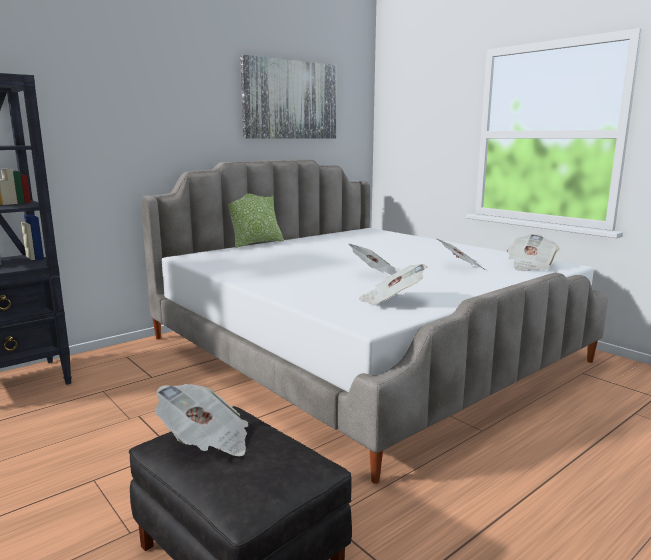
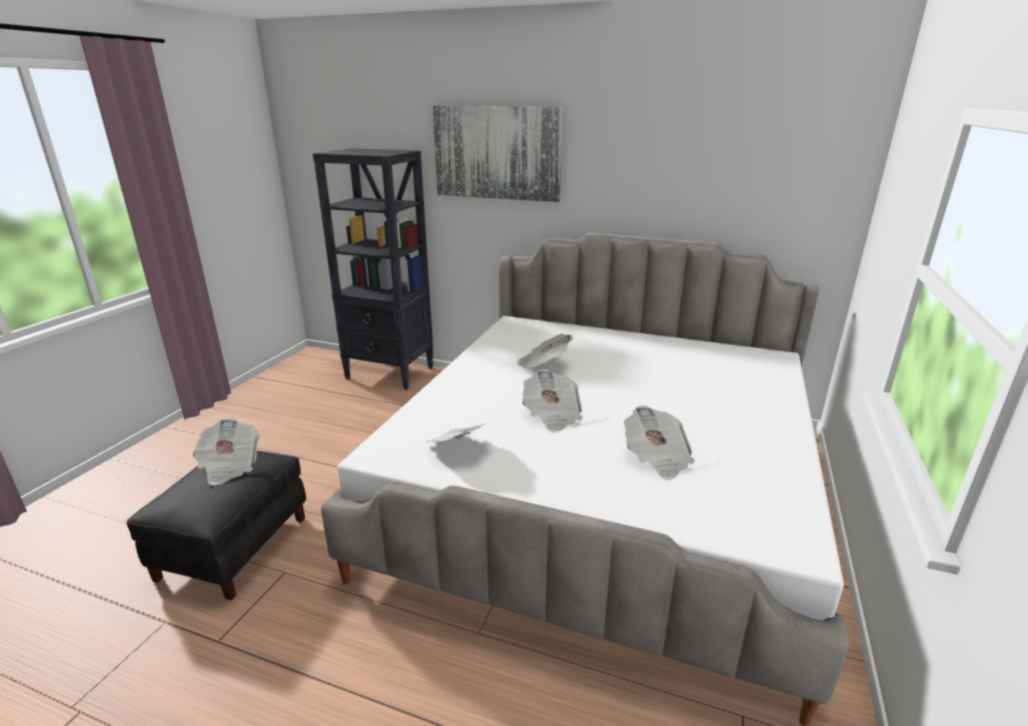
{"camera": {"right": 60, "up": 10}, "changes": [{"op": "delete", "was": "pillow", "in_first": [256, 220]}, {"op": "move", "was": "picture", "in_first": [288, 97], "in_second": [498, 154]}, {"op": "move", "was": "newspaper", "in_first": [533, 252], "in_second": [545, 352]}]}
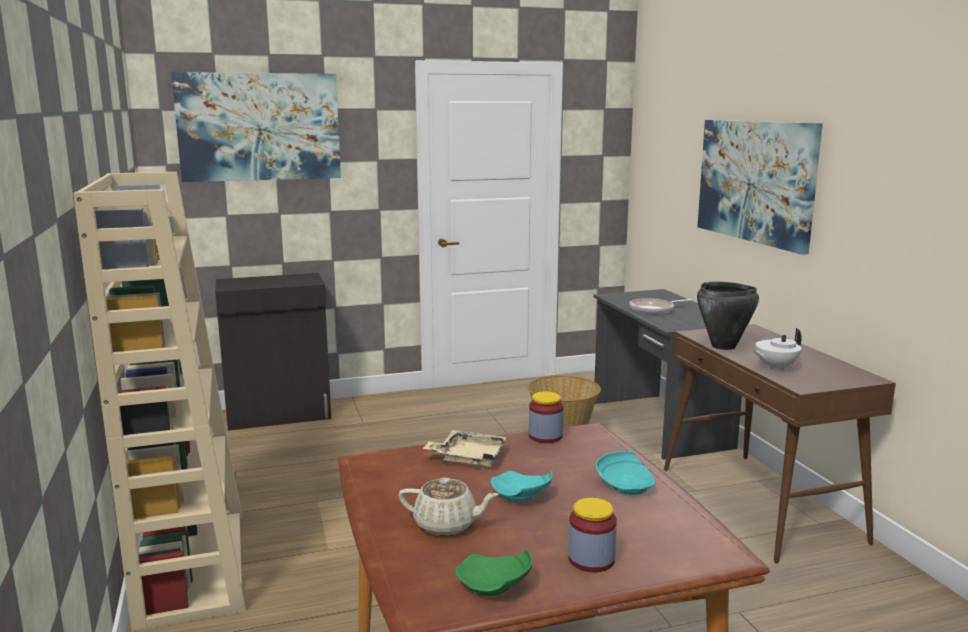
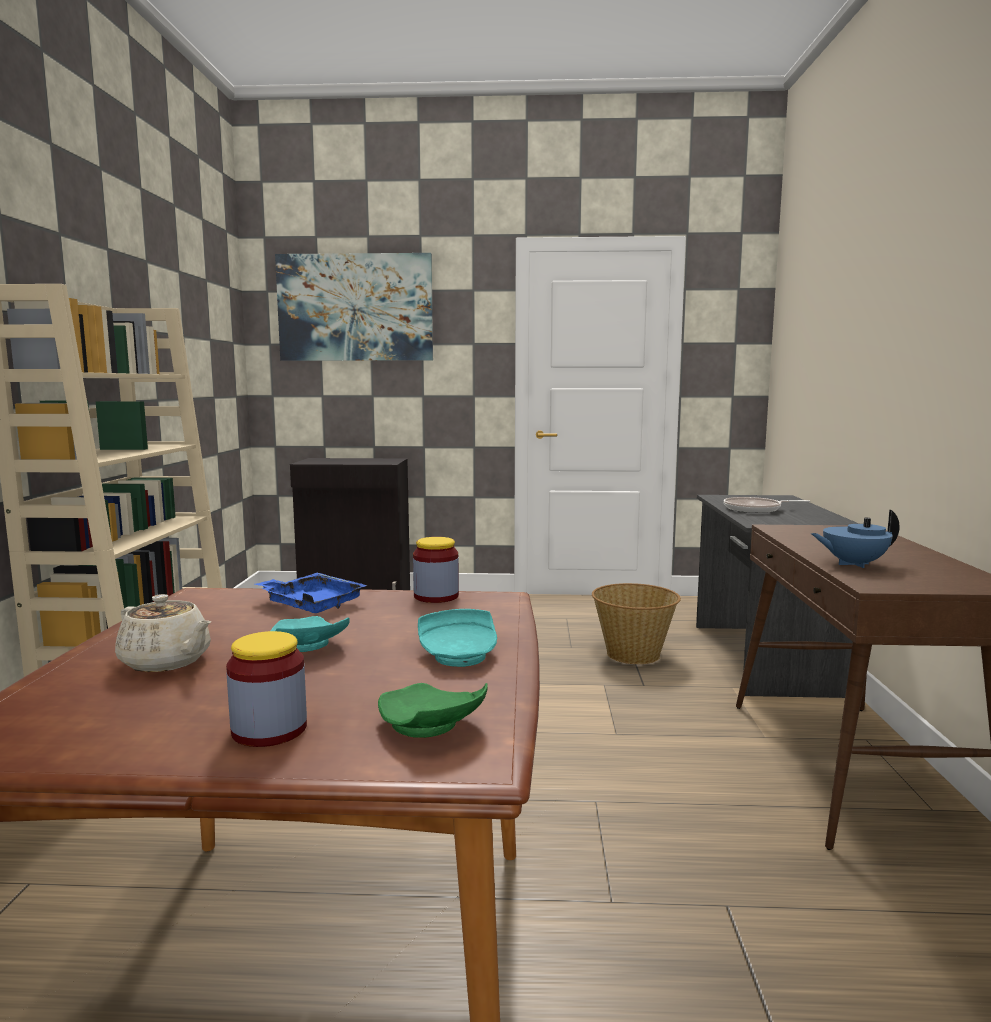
{"camera": {"right": 20, "up": -5}, "changes": [{"op": "recolor", "was": "beige tray", "now": "blue tray", "in_first": [465, 448], "in_second": [311, 593]}, {"op": "move", "was": "green plate", "in_first": [493, 573], "in_second": [433, 710]}, {"op": "delete", "was": "picture", "in_first": [760, 187]}, {"op": "delete", "was": "black cooking pot", "in_first": [728, 315]}, {"op": "recolor", "was": "white teapot", "now": "blue teapot", "in_first": [777, 349], "in_second": [855, 538]}]}
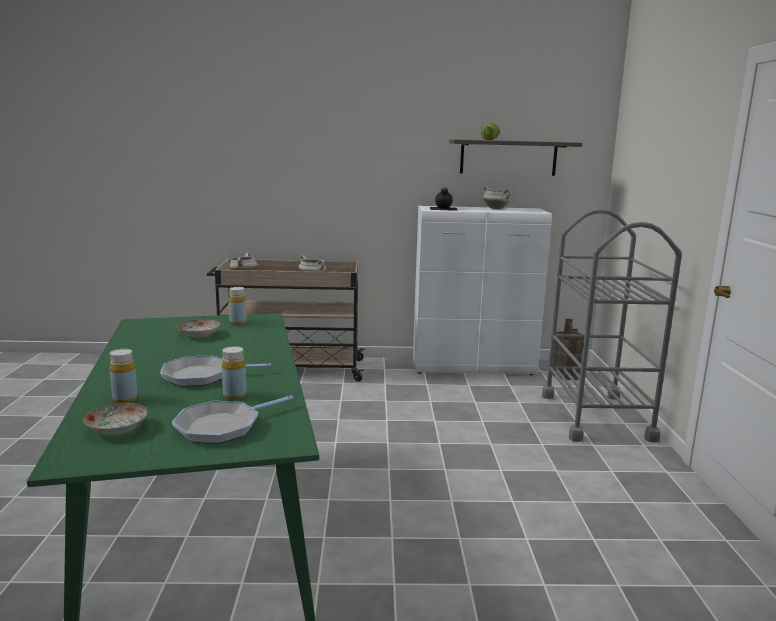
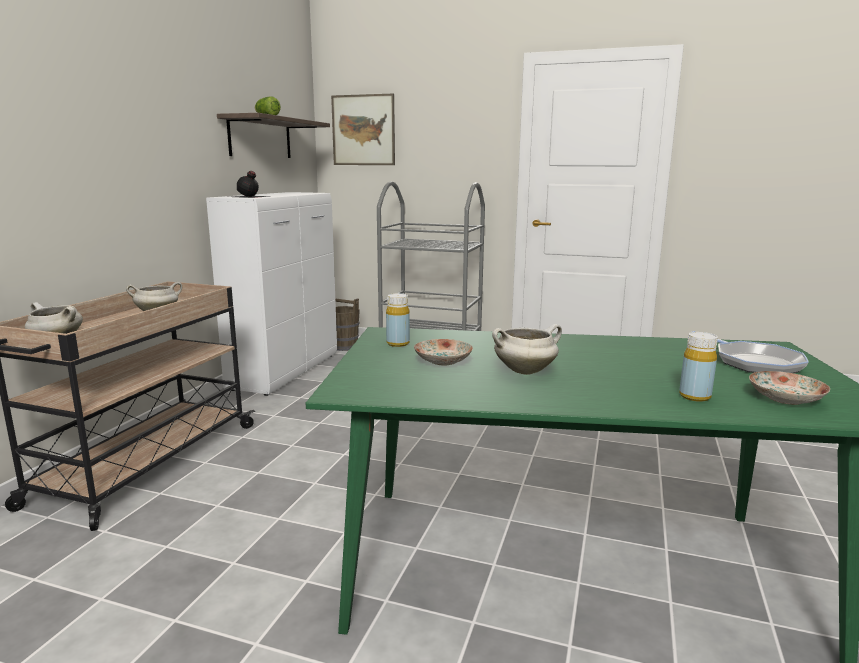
{"camera": {"right": -70, "up": 0}, "changes": [{"op": "delete", "was": "frying pan", "in_first": [215, 371]}, {"op": "delete", "was": "yellow bottle", "in_first": [234, 373]}, {"op": "move", "was": "white cooking pot", "in_first": [497, 198], "in_second": [527, 349]}, {"op": "insert", "now": "picture", "in_second": [363, 129]}]}
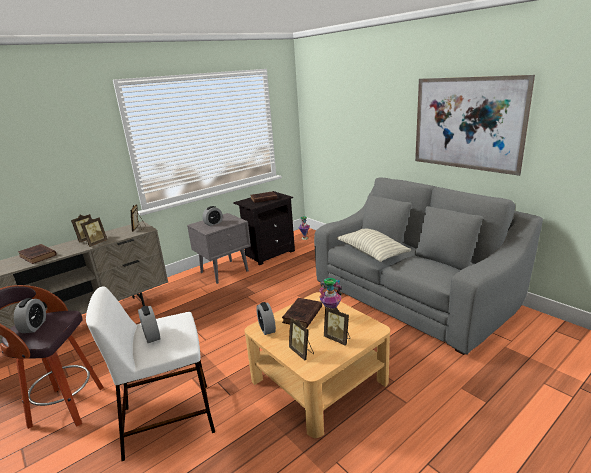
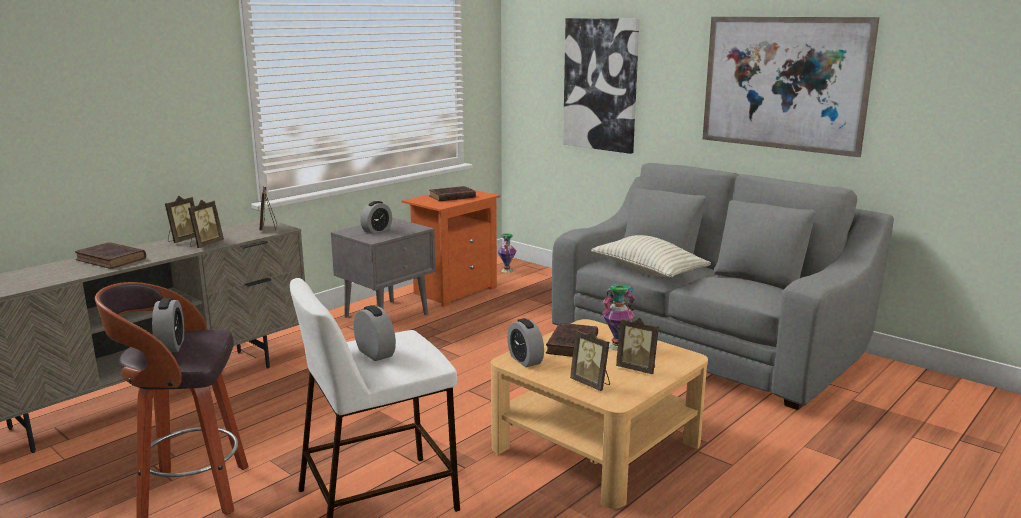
{"camera": {"right": -10, "up": -5}, "changes": [{"op": "recolor", "was": "black nightstand", "now": "orange nightstand", "in_first": [264, 228], "in_second": [451, 248]}, {"op": "insert", "now": "picture", "in_second": [601, 86]}]}
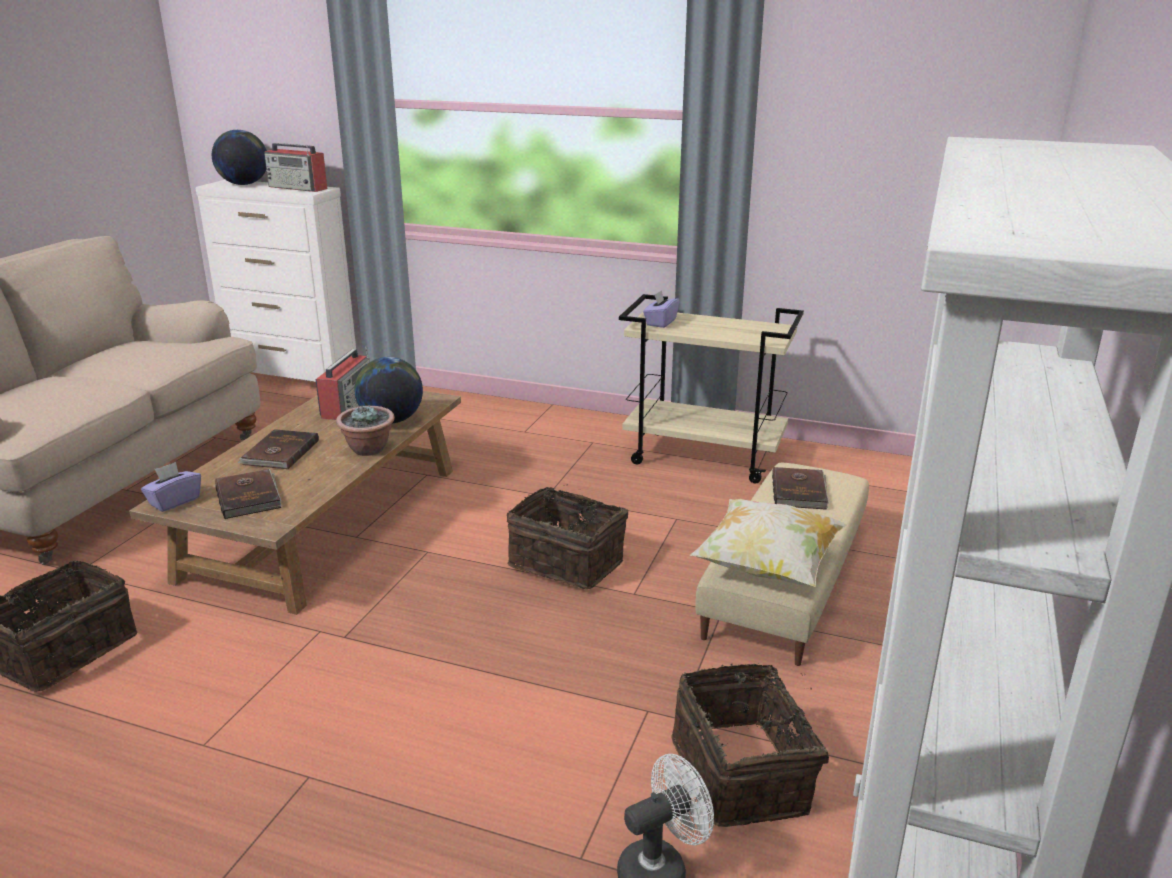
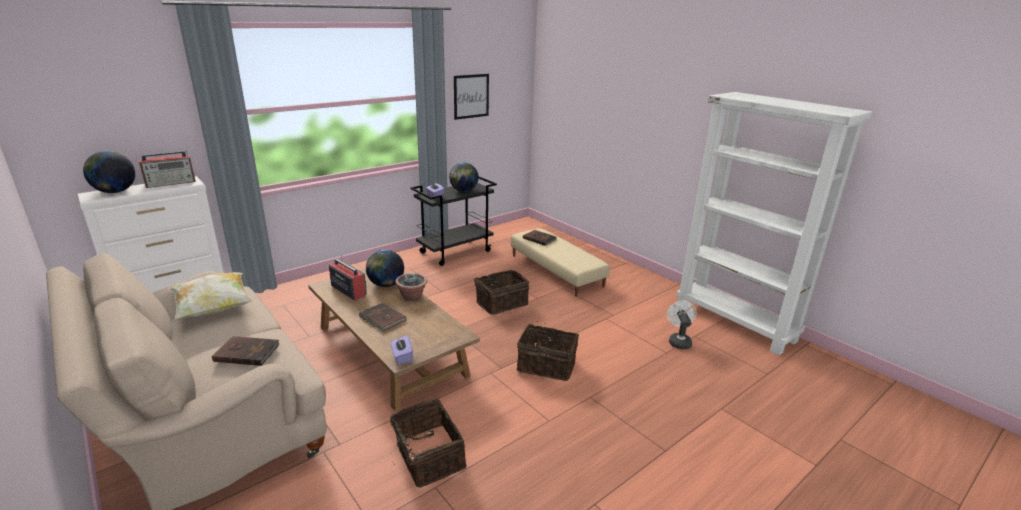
{"camera": {"right": -60, "up": 0}, "changes": [{"op": "move", "was": "brown book", "in_first": [248, 494], "in_second": [246, 351]}, {"op": "recolor", "was": "beige cart", "now": "black cart", "in_first": [711, 388], "in_second": [453, 221]}, {"op": "move", "was": "basket", "in_first": [750, 745], "in_second": [547, 351]}, {"op": "move", "was": "pillow", "in_first": [768, 543], "in_second": [211, 295]}, {"op": "insert", "now": "globe", "in_second": [464, 177]}, {"op": "insert", "now": "picture", "in_second": [471, 97]}]}
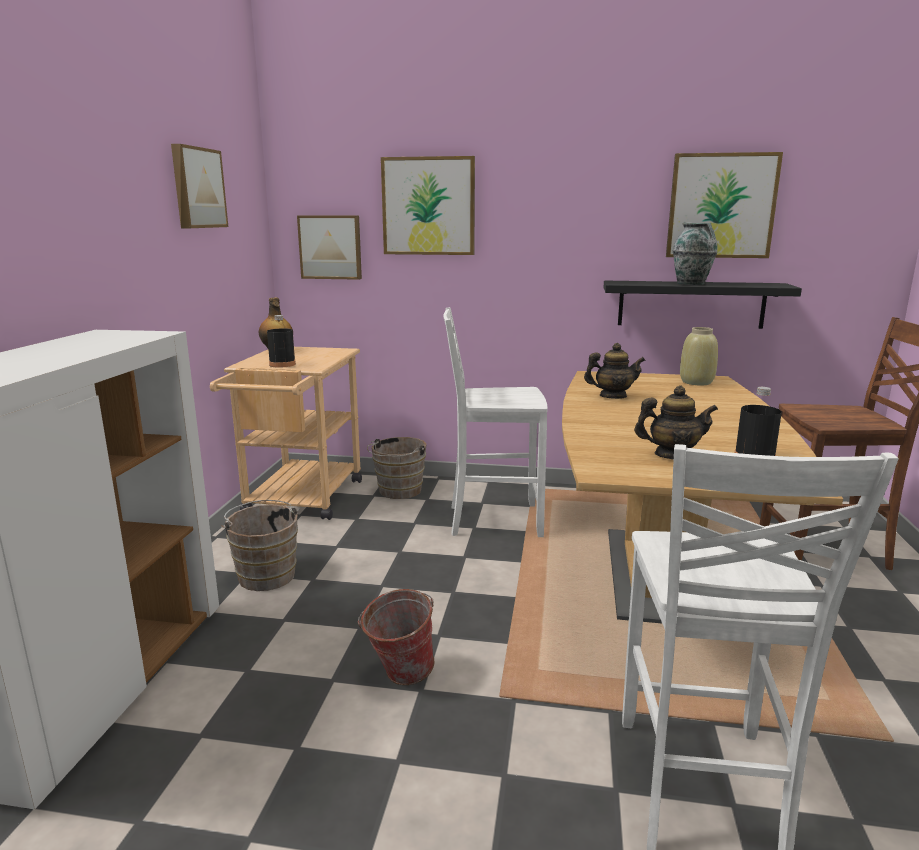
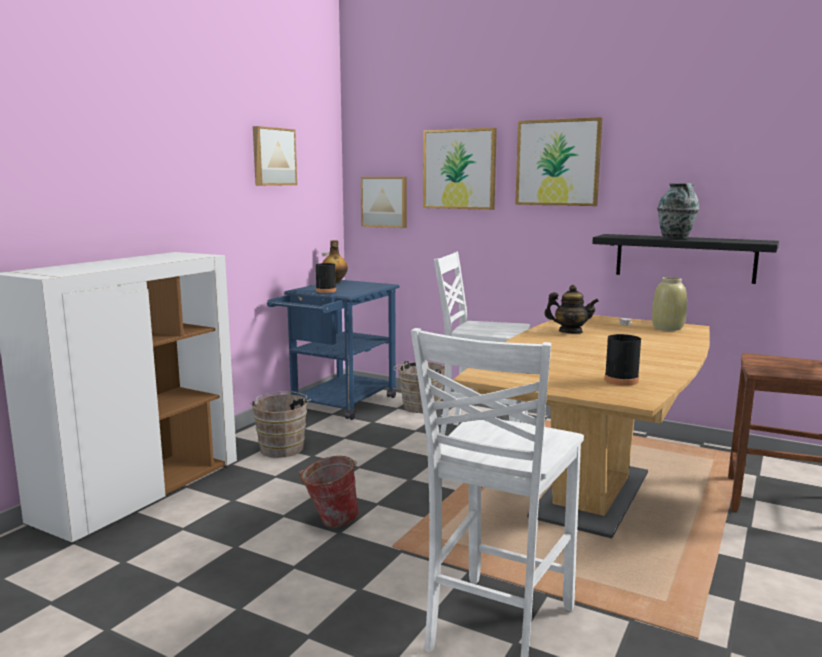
{"camera": {"right": 20, "up": -5}, "changes": [{"op": "recolor", "was": "beige cart", "now": "blue cart", "in_first": [286, 433], "in_second": [333, 350]}, {"op": "delete", "was": "teapot", "in_first": [676, 422]}, {"op": "move", "was": "picture", "in_first": [724, 205], "in_second": [559, 161]}]}
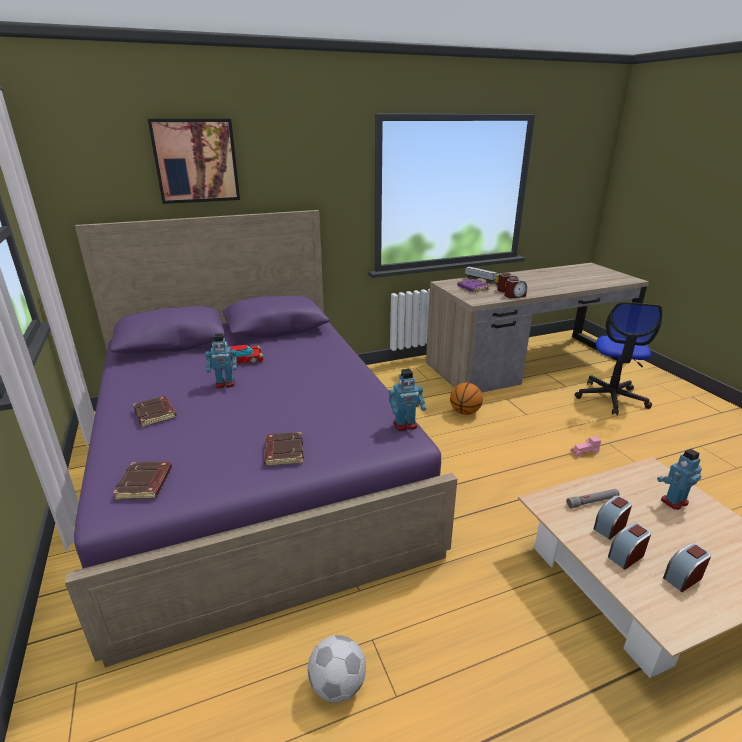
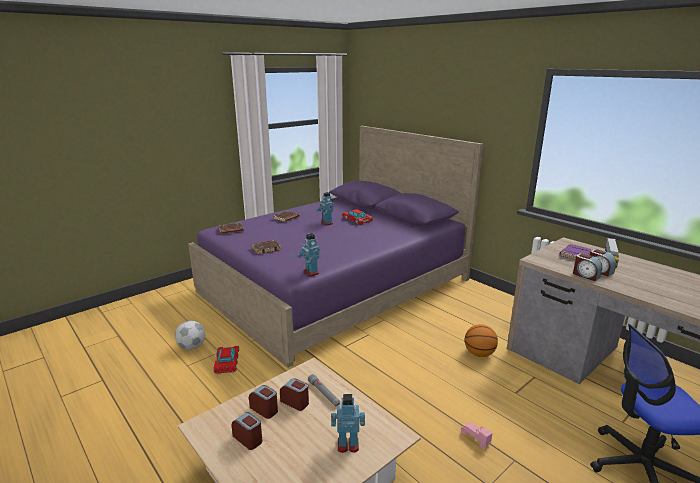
{"camera": {"right": 70, "up": -5}, "changes": [{"op": "delete", "was": "picture", "in_first": [194, 161]}, {"op": "rotate", "was": "toy robot", "in_first": [679, 479], "in_second": [348, 423], "clockwise": -45}, {"op": "insert", "now": "toy car", "in_second": [226, 360]}]}
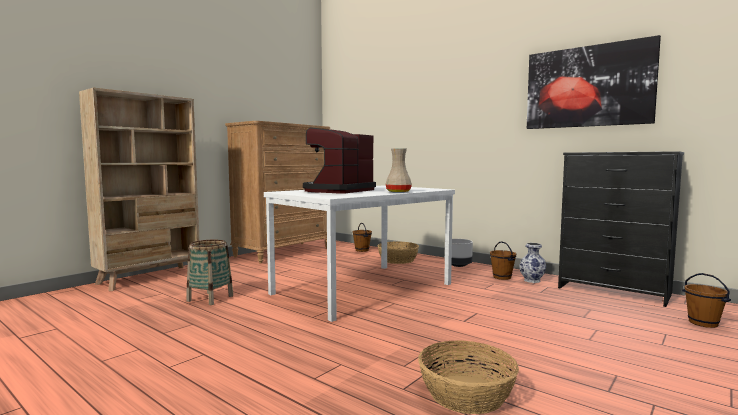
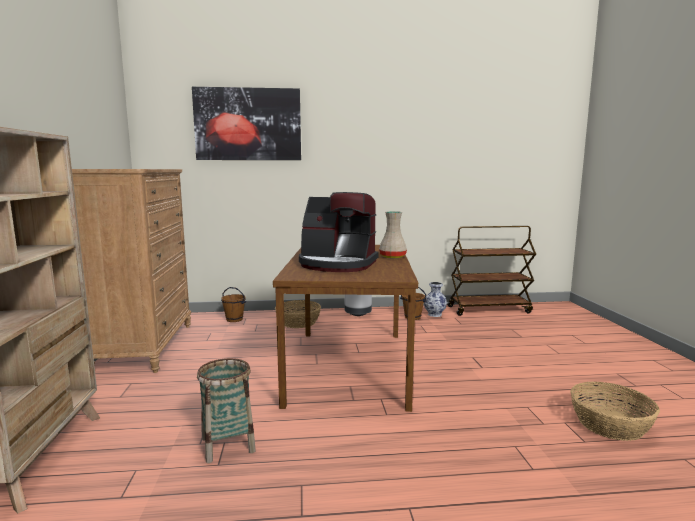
{"camera": {"right": -45, "up": 5}, "changes": [{"op": "recolor", "was": "white dining table", "now": "brown dining table", "in_first": [359, 253], "in_second": [345, 328]}, {"op": "rotate", "was": "coffee machine", "in_first": [339, 161], "in_second": [338, 232], "clockwise": -60}, {"op": "move", "was": "picture", "in_first": [594, 82], "in_second": [246, 123]}, {"op": "replace", "was": "black dresser", "now": "brown cart", "in_first": [621, 229], "in_second": [491, 271]}, {"op": "delete", "was": "brown bucket", "in_first": [706, 300]}]}
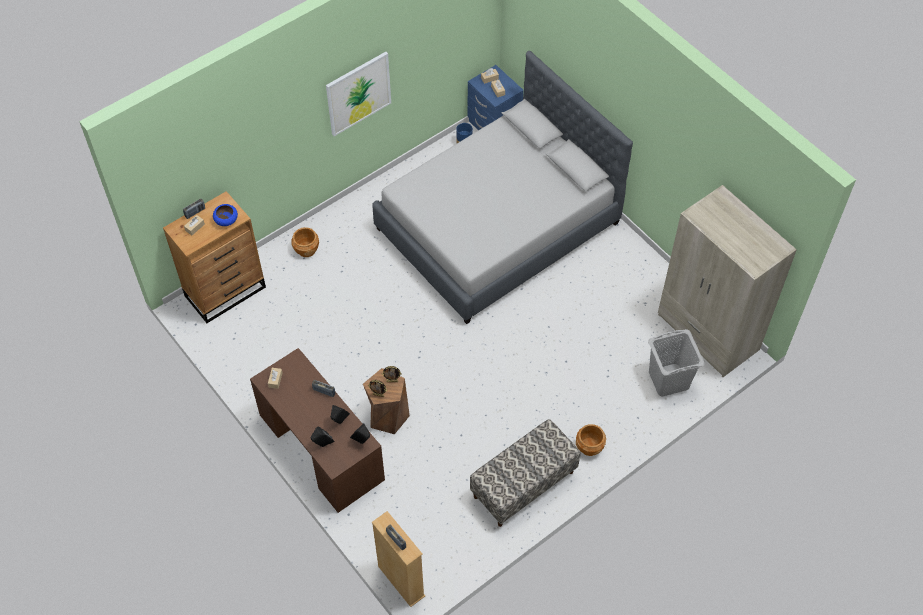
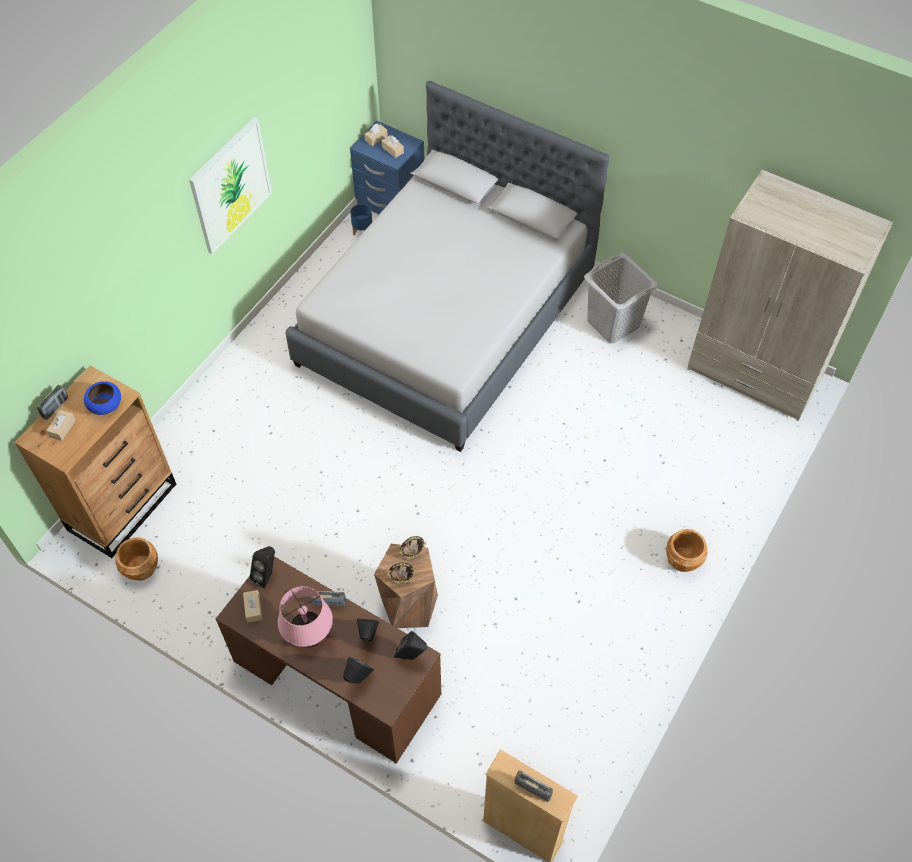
{"camera": {"right": -20, "up": 0}, "changes": [{"op": "move", "was": "brown planter", "in_first": [305, 242], "in_second": [136, 558]}, {"op": "delete", "was": "bench", "in_first": [525, 473]}, {"op": "move", "was": "grey laundry basket", "in_first": [676, 363], "in_second": [621, 298]}, {"op": "insert", "now": "black speaker", "in_second": [262, 567]}, {"op": "insert", "now": "pink table lamp", "in_second": [305, 617]}]}
